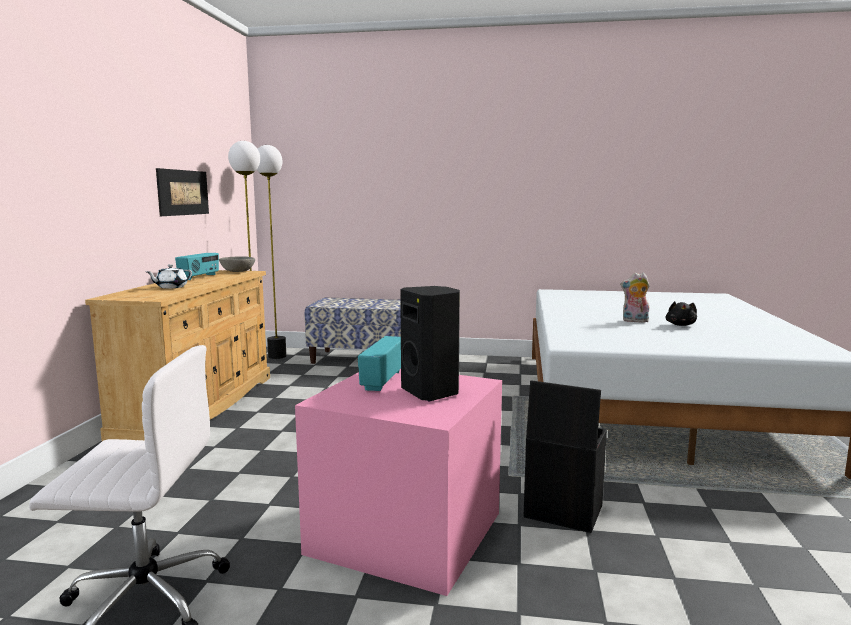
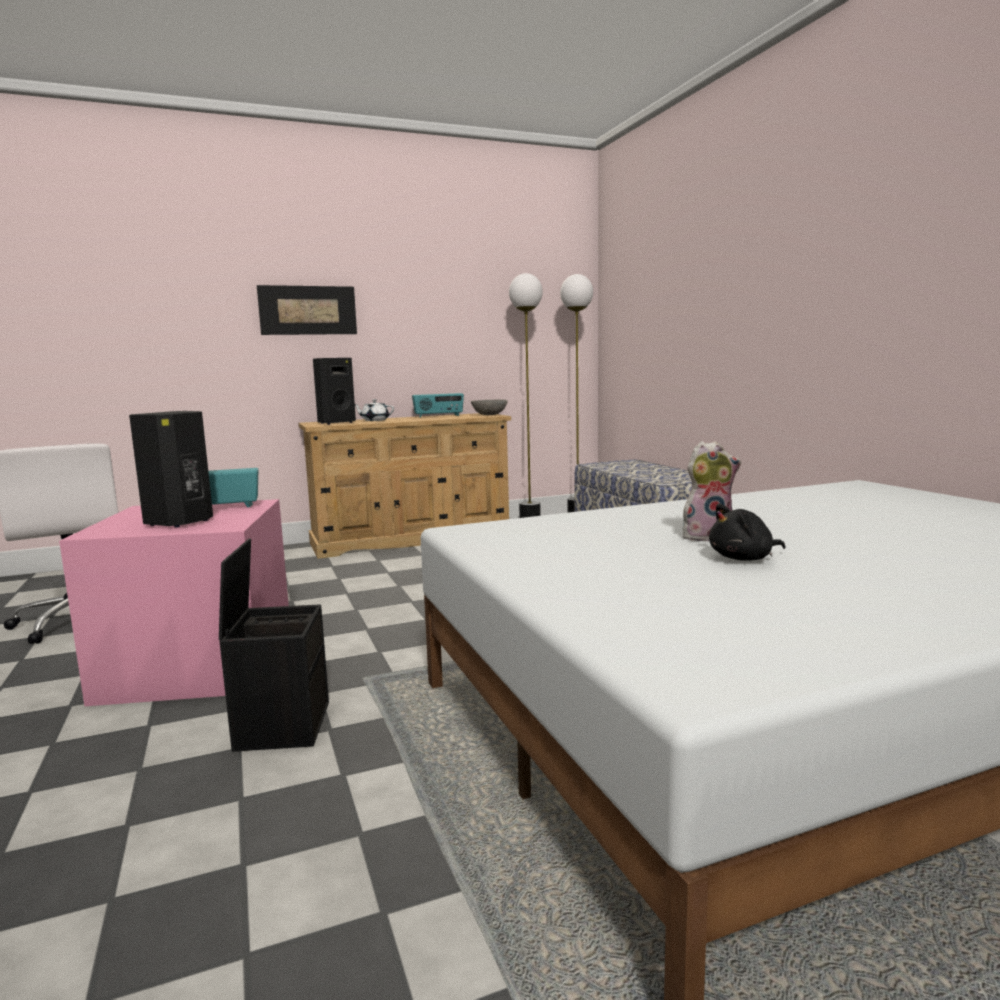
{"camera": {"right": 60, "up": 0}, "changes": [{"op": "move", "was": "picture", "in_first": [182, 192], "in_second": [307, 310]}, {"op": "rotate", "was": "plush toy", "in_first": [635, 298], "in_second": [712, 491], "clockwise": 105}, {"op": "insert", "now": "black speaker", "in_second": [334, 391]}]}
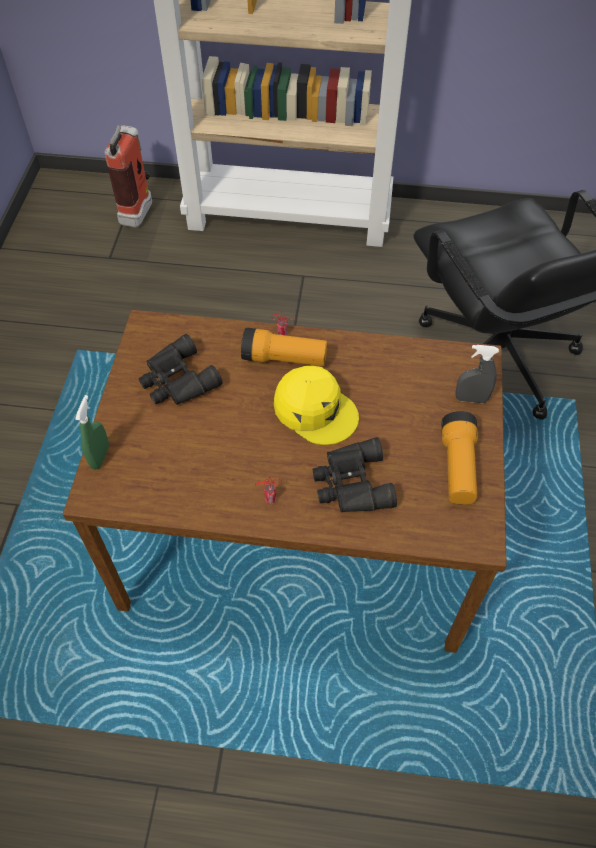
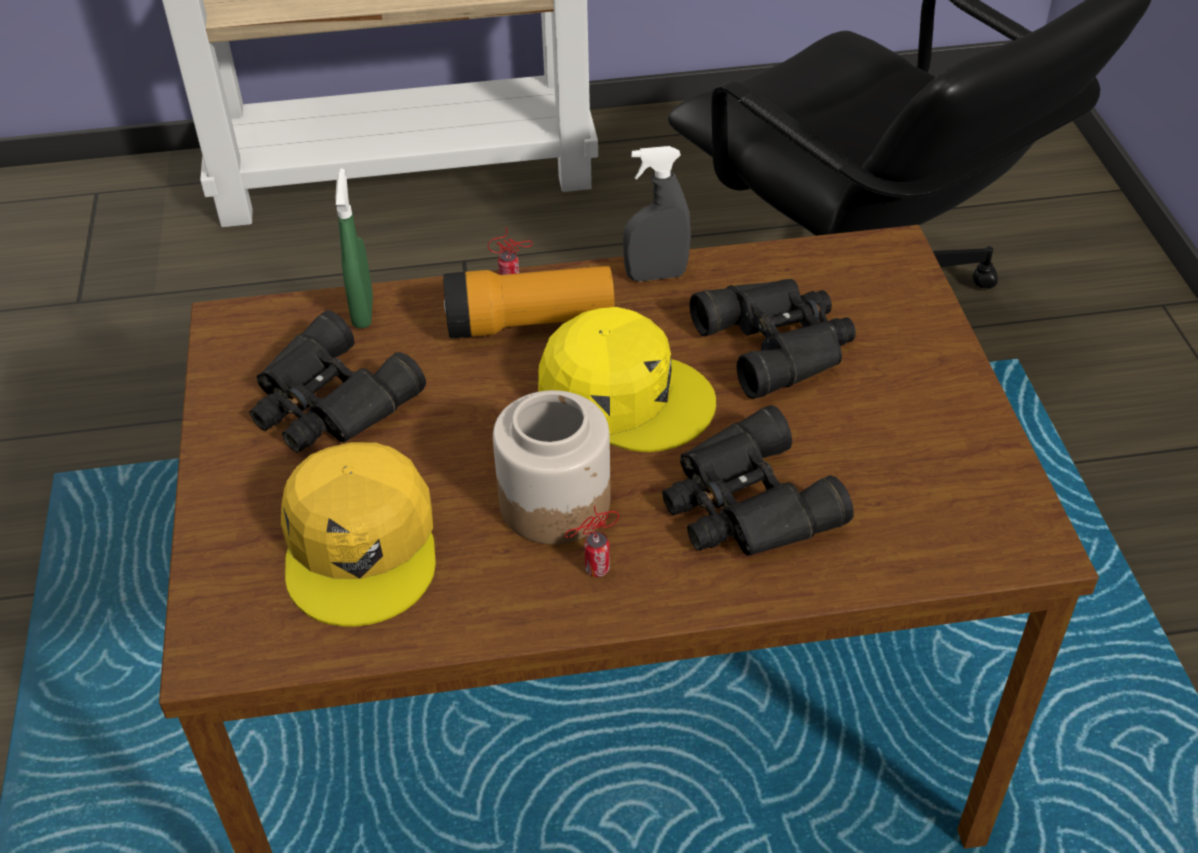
{"camera": {"right": -15, "up": -10}, "changes": [{"op": "move", "was": "green spray bottle", "in_first": [92, 432], "in_second": [354, 248]}, {"op": "delete", "was": "fire extinguisher", "in_first": [128, 176]}, {"op": "delete", "was": "flashlight", "in_first": [460, 457]}, {"op": "move", "was": "grey spray bottle", "in_first": [477, 374], "in_second": [657, 214]}, {"op": "insert", "now": "yellow cap", "in_second": [358, 534]}, {"op": "insert", "now": "jar", "in_second": [552, 467]}, {"op": "insert", "now": "black binoculars", "in_second": [772, 339]}]}
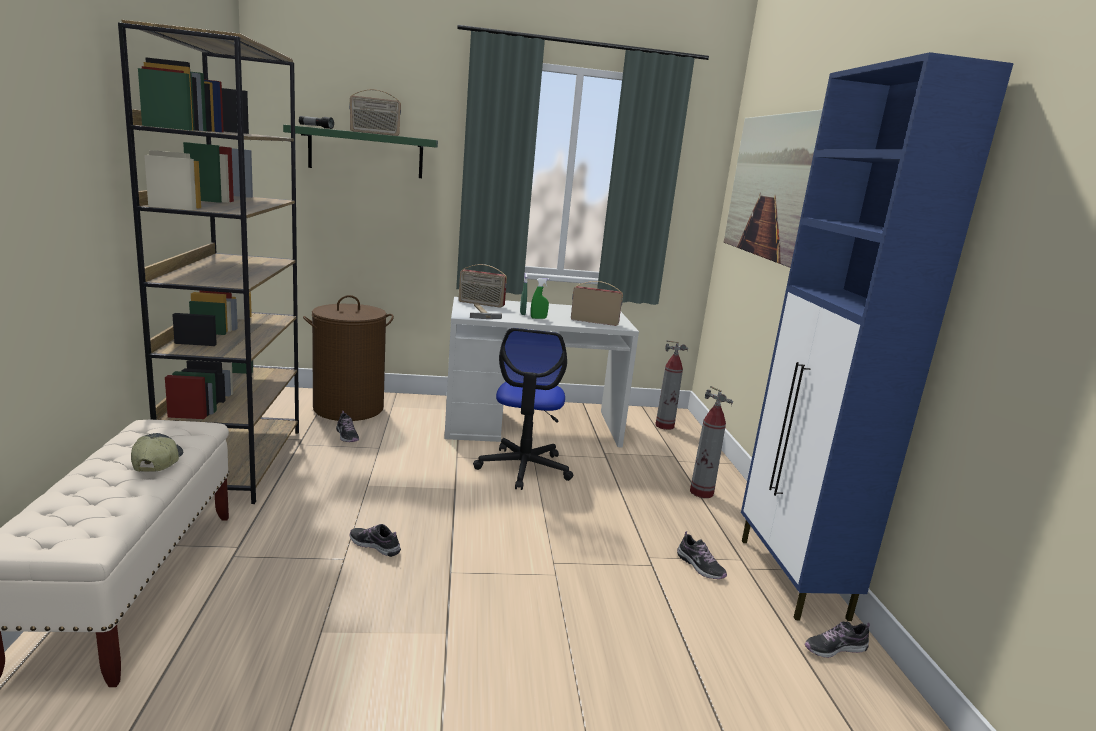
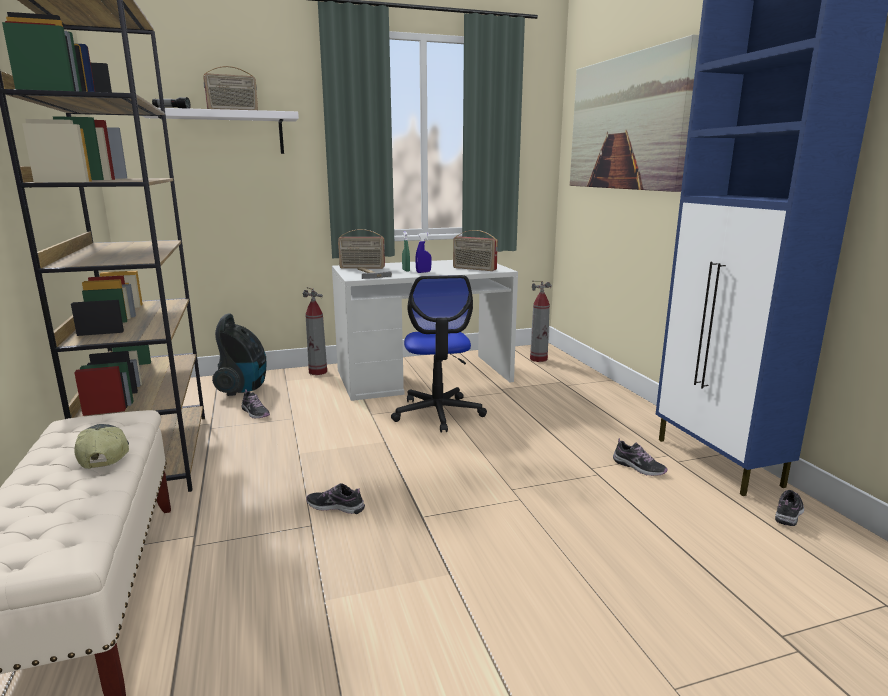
{"camera": {"right": -10, "up": 0}, "changes": [{"op": "recolor", "was": "green shelf", "now": "white shelf", "in_first": [360, 151], "in_second": [221, 131]}, {"op": "replace", "was": "brown laundry basket", "now": "vacuum cleaner", "in_first": [348, 358], "in_second": [239, 354]}, {"op": "recolor", "was": "green spray bottle", "now": "blue spray bottle", "in_first": [540, 298], "in_second": [424, 253]}, {"op": "rotate", "was": "radio", "in_first": [597, 303], "in_second": [475, 250], "clockwise": -150}, {"op": "move", "was": "fire extinguisher", "in_first": [711, 442], "in_second": [315, 331]}, {"op": "rotate", "was": "shoe", "in_first": [837, 639], "in_second": [789, 508], "clockwise": 150}]}
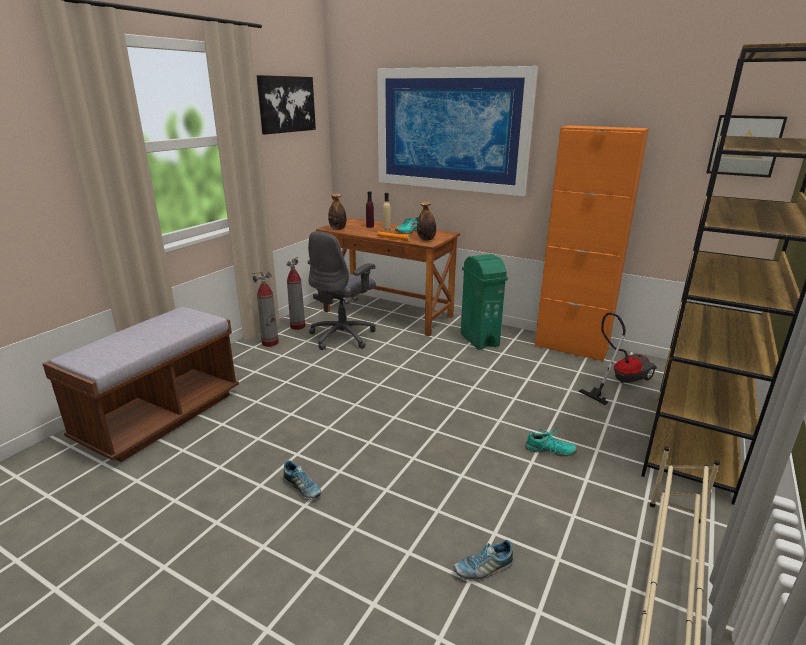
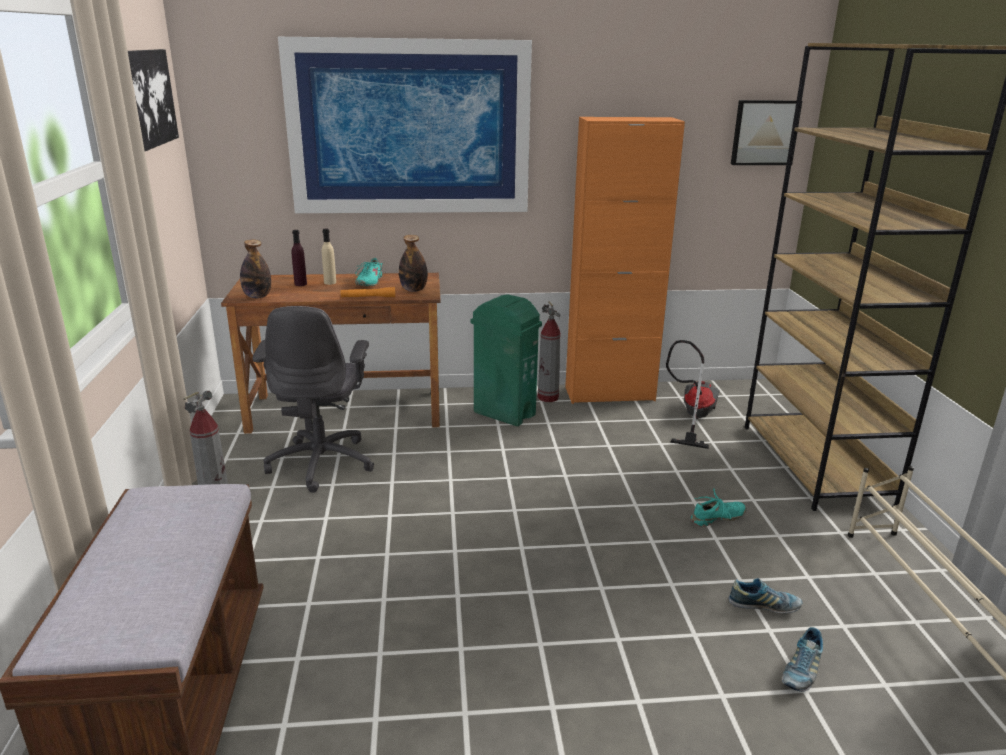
{"camera": {"right": -35, "up": 0}, "changes": [{"op": "move", "was": "shoe", "in_first": [302, 479], "in_second": [765, 595]}, {"op": "move", "was": "fire extinguisher", "in_first": [296, 293], "in_second": [549, 351]}]}
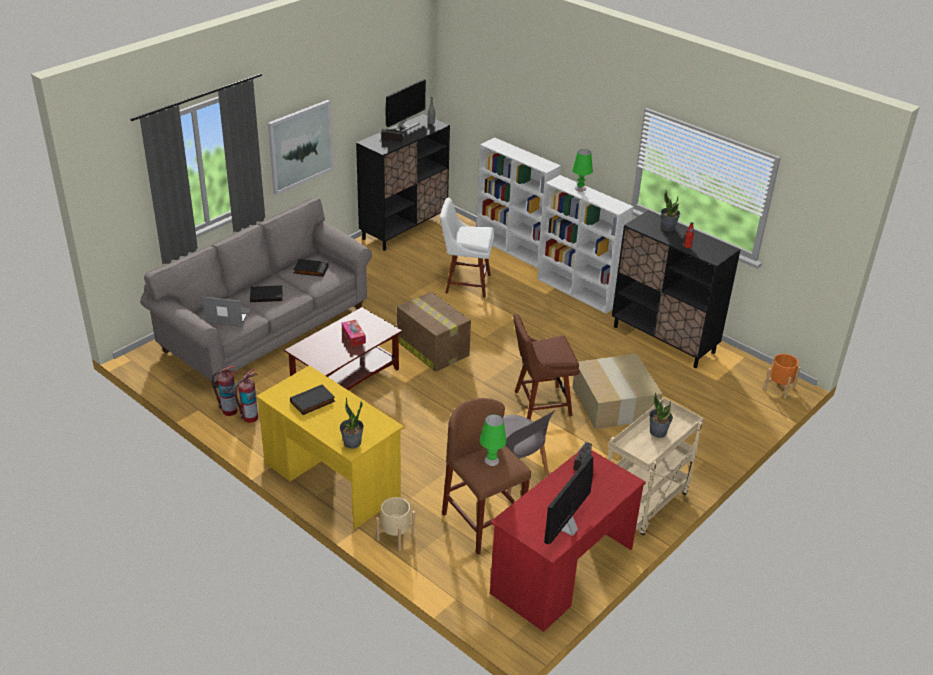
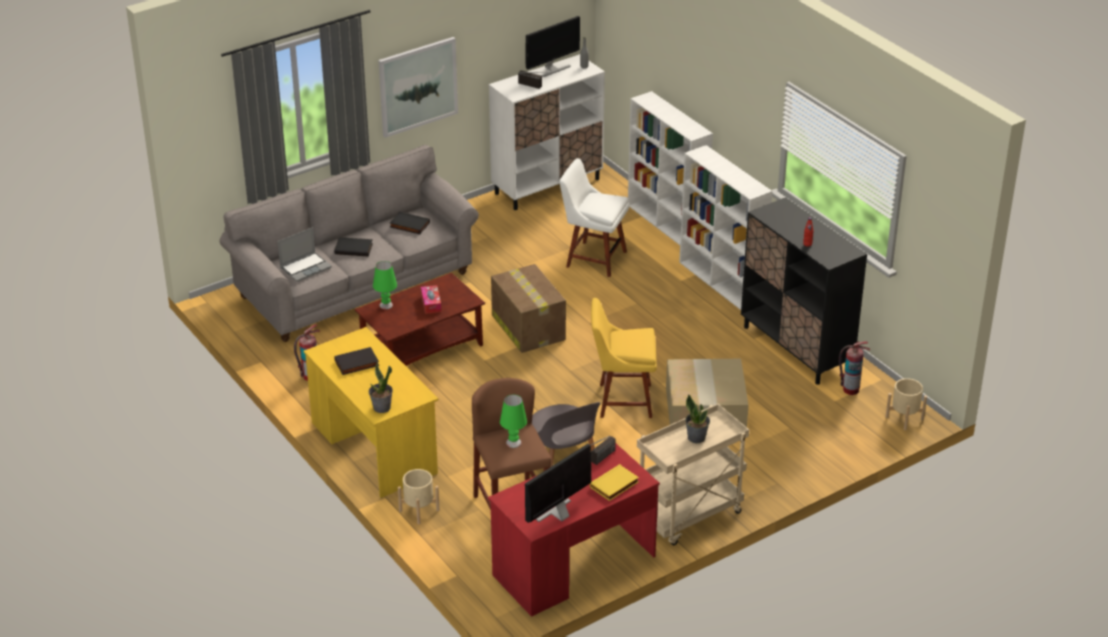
{"camera": {"right": 15, "up": 0}, "changes": [{"op": "rotate", "was": "laptop", "in_first": [226, 312], "in_second": [305, 254], "clockwise": 120}, {"op": "move", "was": "fire extinguisher", "in_first": [225, 391], "in_second": [854, 368]}, {"op": "recolor", "was": "black cabinet", "now": "white cabinet", "in_first": [403, 182], "in_second": [547, 132]}, {"op": "recolor", "was": "brown chair", "now": "yellow chair", "in_first": [546, 367], "in_second": [624, 358]}, {"op": "move", "was": "green table lamp", "in_first": [582, 170], "in_second": [385, 285]}, {"op": "delete", "was": "potted plant", "in_first": [670, 211]}, {"op": "recolor", "was": "orange planter", "now": "beige planter", "in_first": [782, 376], "in_second": [906, 404]}, {"op": "insert", "now": "yellow book", "in_second": [614, 482]}]}
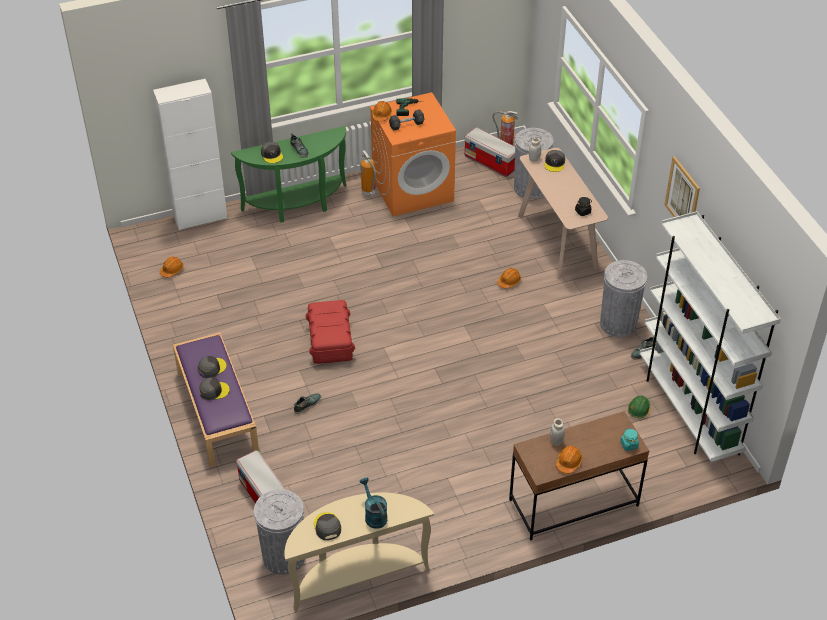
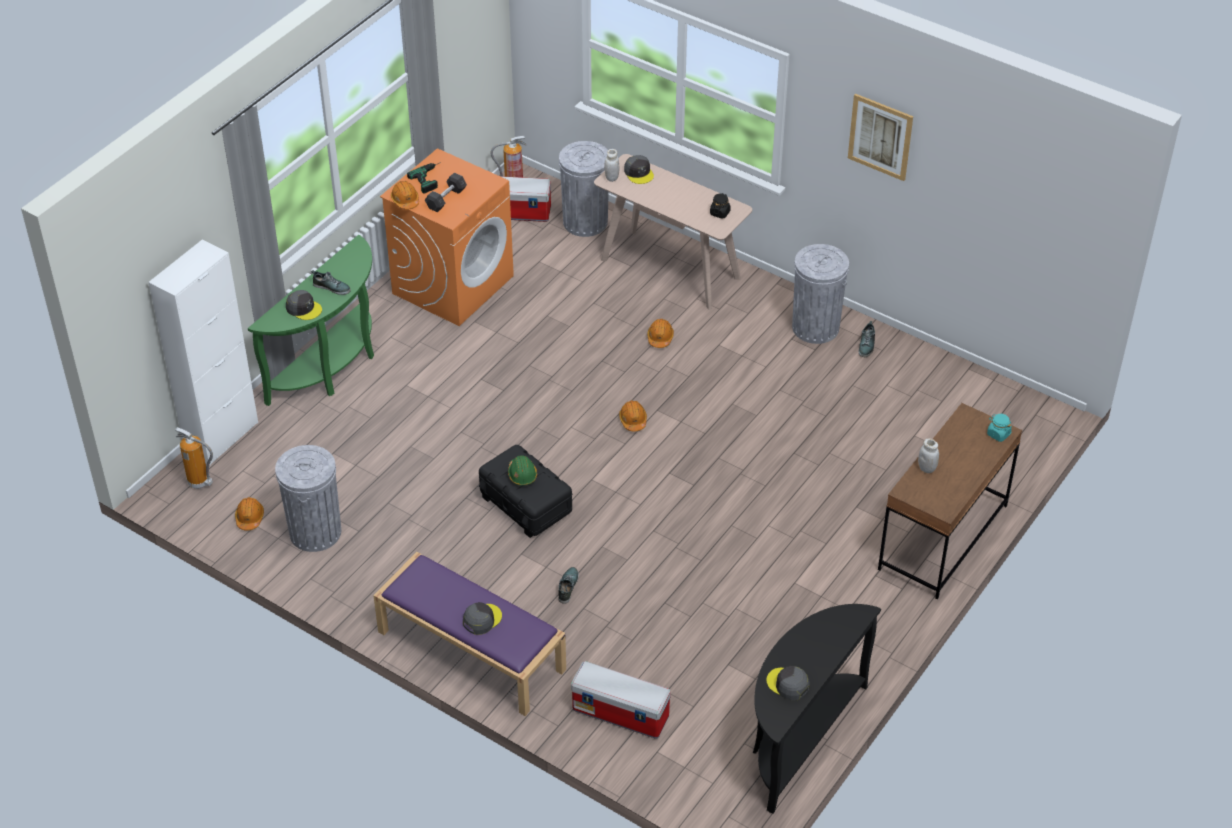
{"camera": {"right": -35, "up": 0}, "changes": [{"op": "delete", "was": "grey cap", "in_first": [212, 367]}, {"op": "move", "was": "grey trash can", "in_first": [279, 532], "in_second": [308, 498]}, {"op": "recolor", "was": "beige console table", "now": "black console table", "in_first": [359, 552], "in_second": [817, 709]}, {"op": "recolor", "was": "red storage box", "now": "black storage box", "in_first": [330, 332], "in_second": [525, 491]}, {"op": "delete", "was": "turquoise watering can", "in_first": [373, 503]}, {"op": "move", "was": "fire extinguisher", "in_first": [368, 173], "in_second": [194, 458]}, {"op": "move", "was": "orange hard hat", "in_first": [569, 460], "in_second": [633, 416]}, {"op": "move", "was": "green hard hat", "in_first": [639, 406], "in_second": [522, 470]}, {"op": "delete", "was": "white bookcase", "in_first": [710, 336]}]}
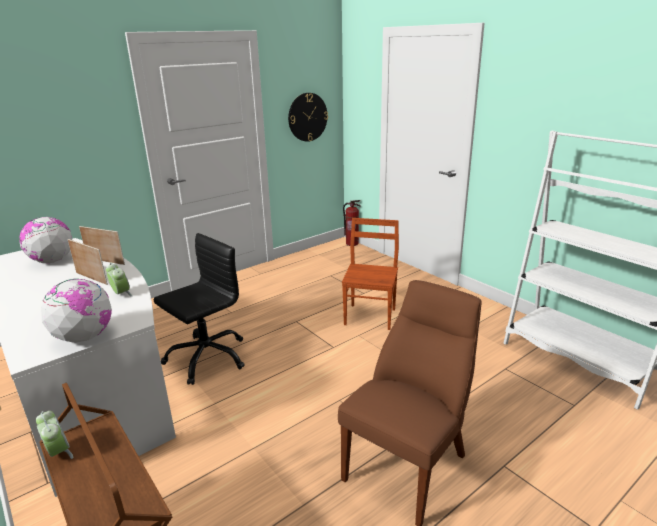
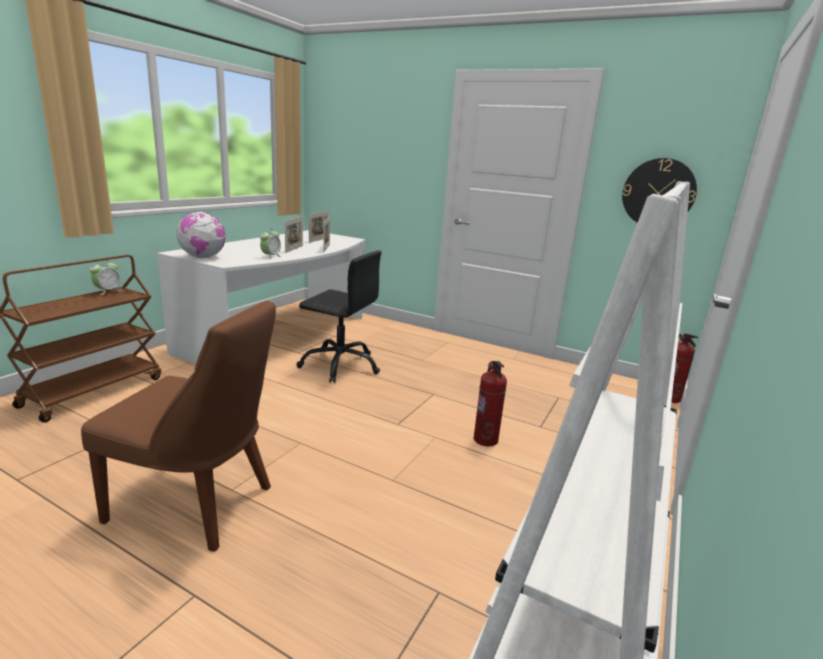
{"camera": {"right": 65, "up": -5}, "changes": [{"op": "replace", "was": "globe", "now": "picture frame", "in_first": [45, 240], "in_second": [319, 227]}, {"op": "replace", "was": "brown chair", "now": "fire extinguisher", "in_first": [370, 274], "in_second": [490, 404]}]}
